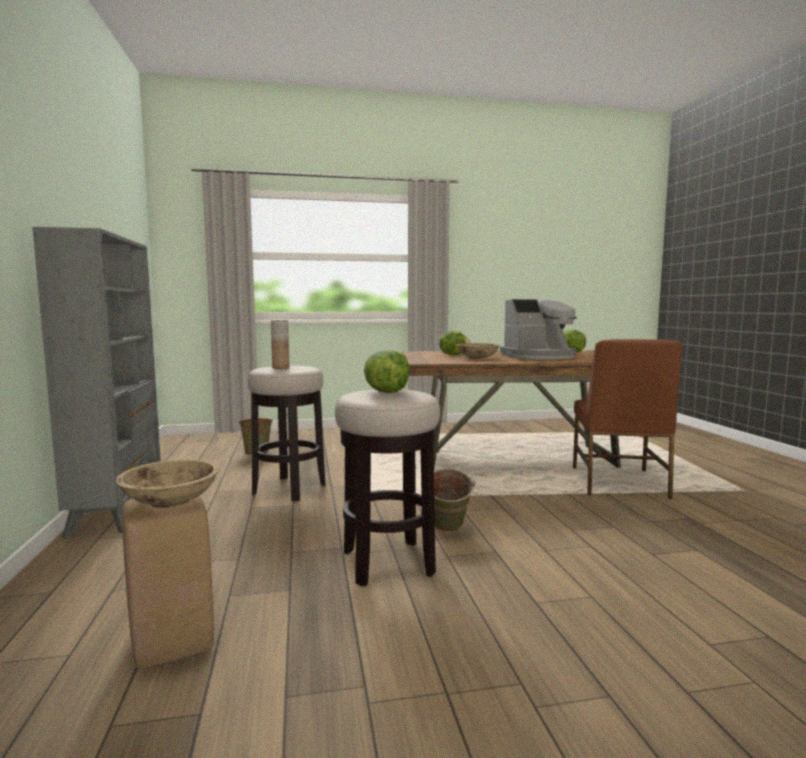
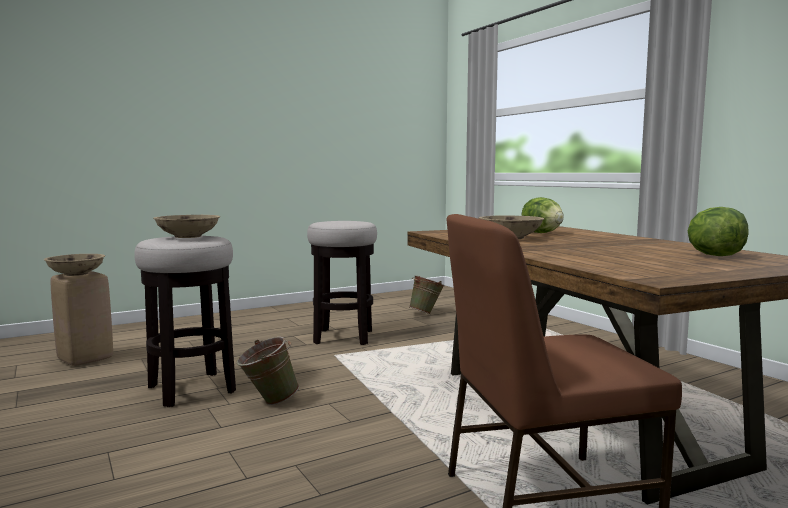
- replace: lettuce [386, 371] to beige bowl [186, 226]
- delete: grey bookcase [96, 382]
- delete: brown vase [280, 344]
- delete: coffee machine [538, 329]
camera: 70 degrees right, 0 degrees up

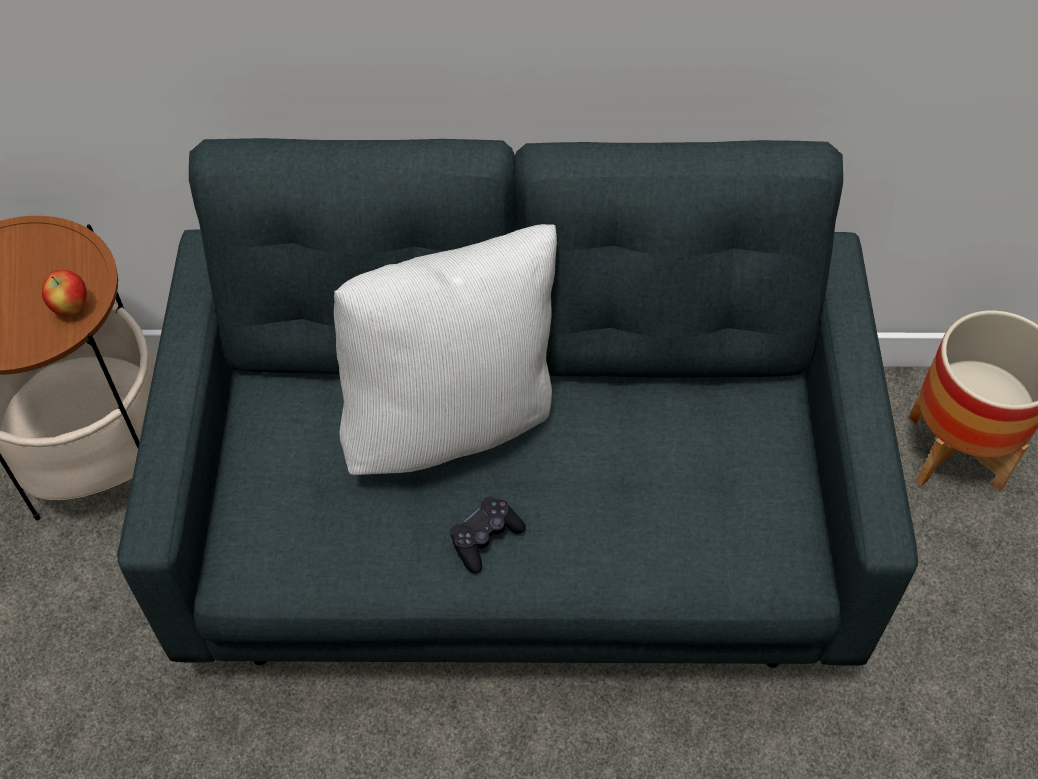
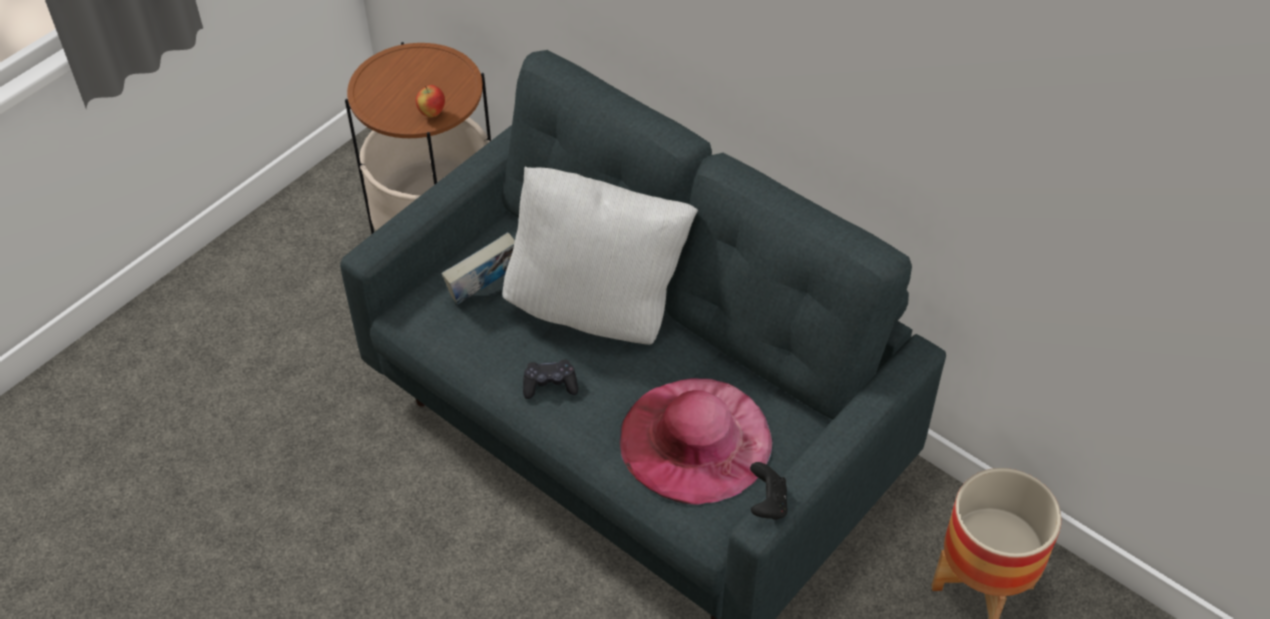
- insert: book [478, 268]
- insert: pink hat [696, 441]
- insert: black game controller [769, 491]
camera: 40 degrees right, 5 degrees down

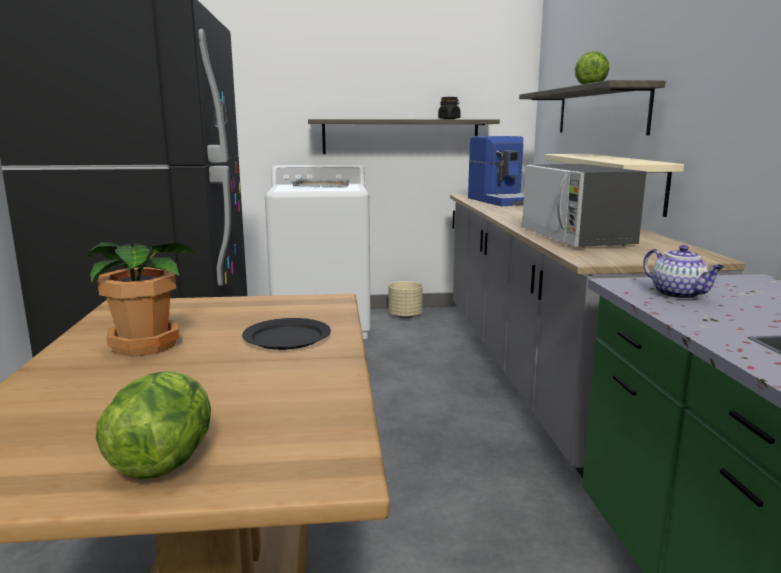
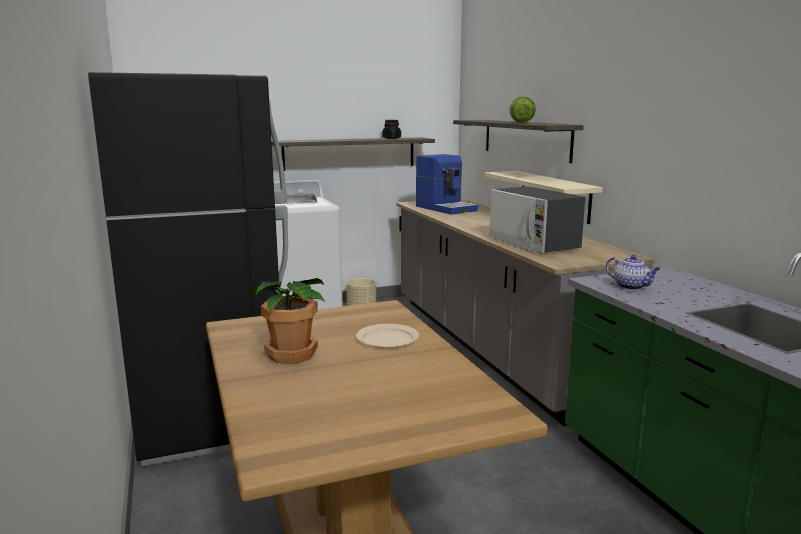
- recolor: black plate [286, 334] to beige plate [387, 336]
- delete: lettuce [153, 425]
camera: 15 degrees left, 0 degrees up

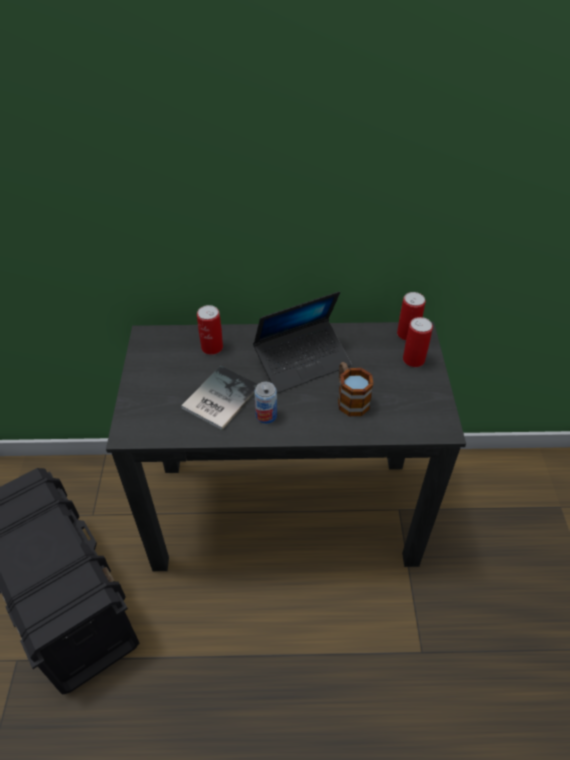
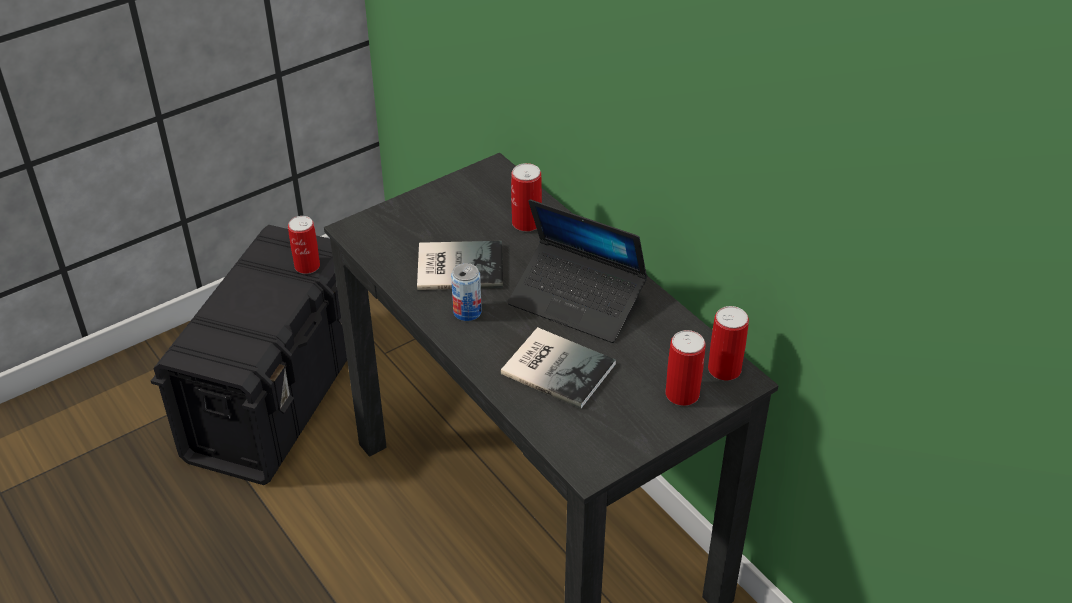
- insert: can [304, 245]
- replace: mug [356, 389] to book [558, 368]
camera: 55 degrees right, 5 degrees down

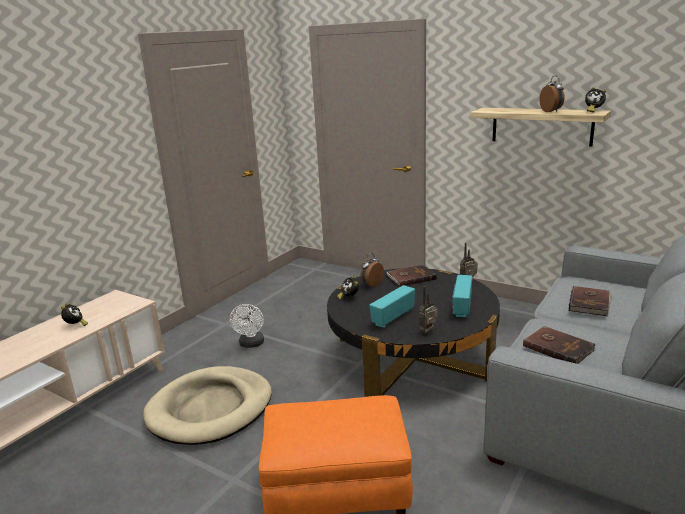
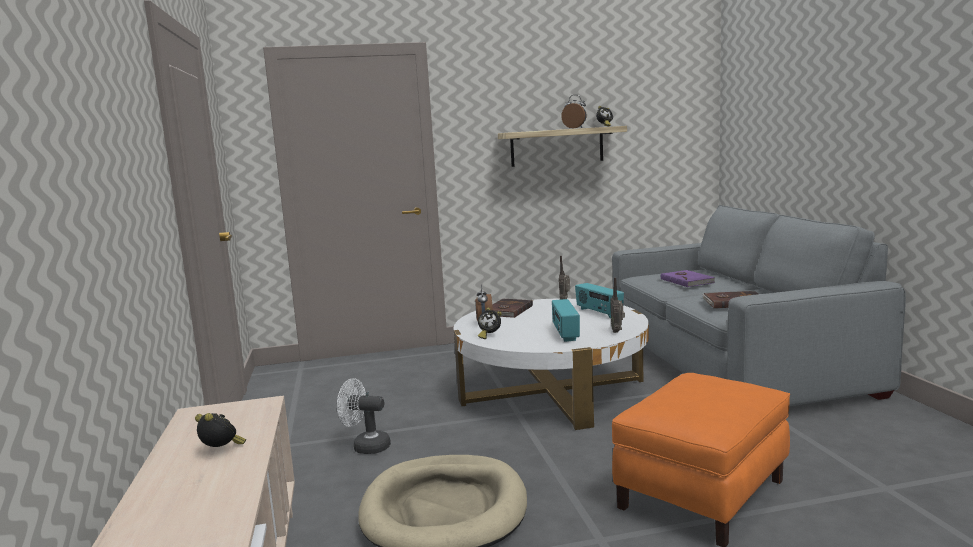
- rotate: white fan [247, 326] = [364, 416] 150 degrees clockwise
- recolor: black coffee table [413, 332] to white coffee table [551, 364]
- recolor: brown book [590, 301] to purple book [688, 278]
camera: 45 degrees left, 10 degrees down

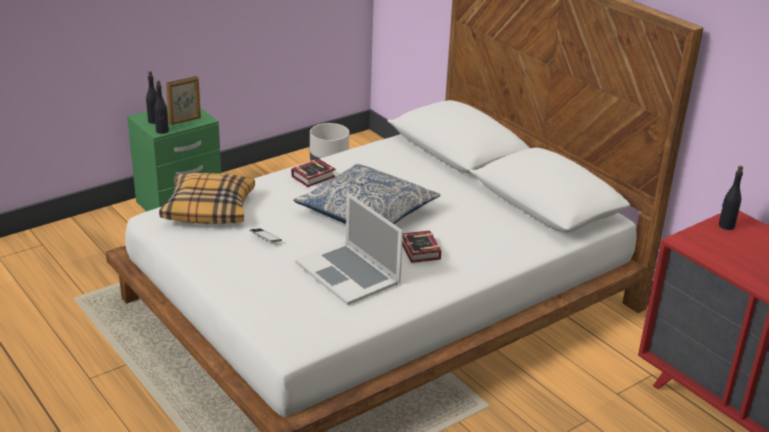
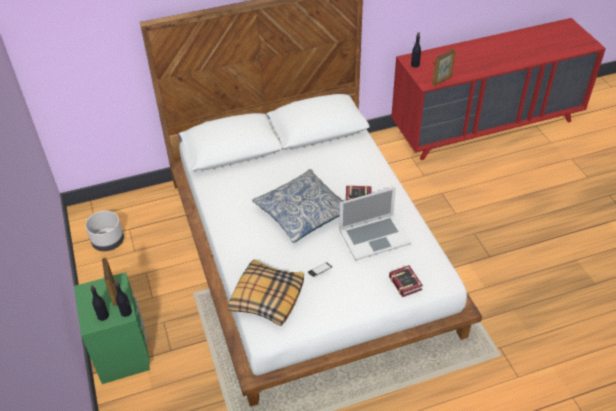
- move: book [313, 173] to [406, 281]
- insert: picture frame [444, 67]
camera: 70 degrees left, 15 degrees up

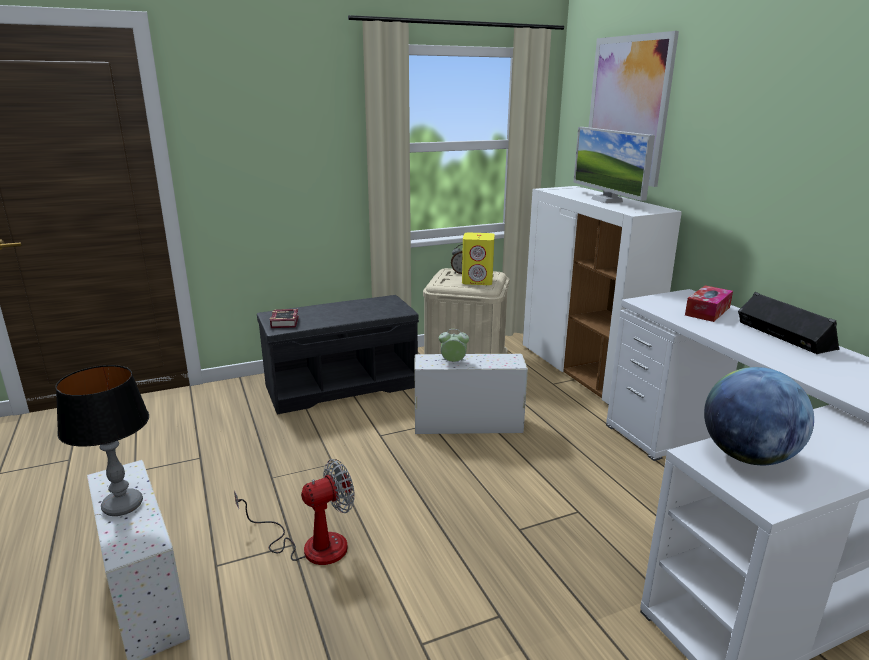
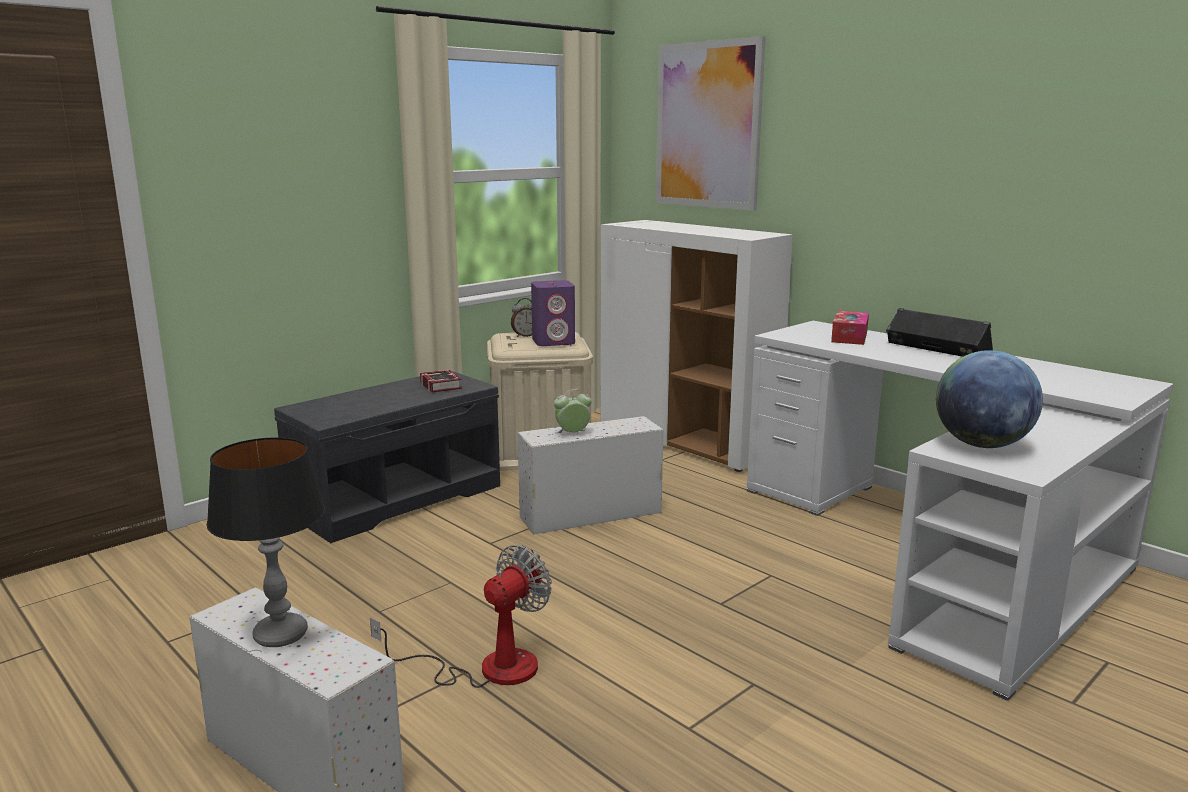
- move: book [284, 318] to [441, 381]
- recolor: yellow speaker [478, 259] to purple speaker [553, 313]
- delete: monitor [614, 165]
camera: 20 degrees left, 5 degrees down

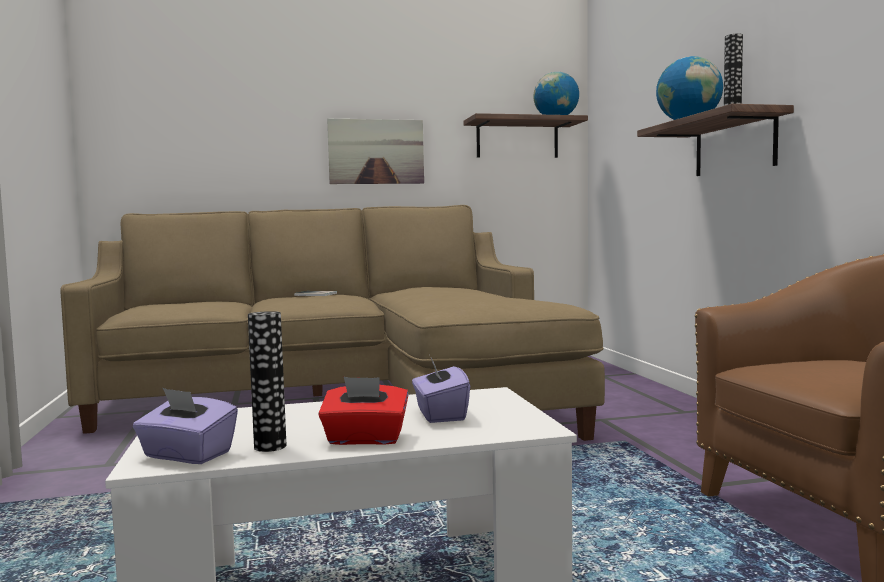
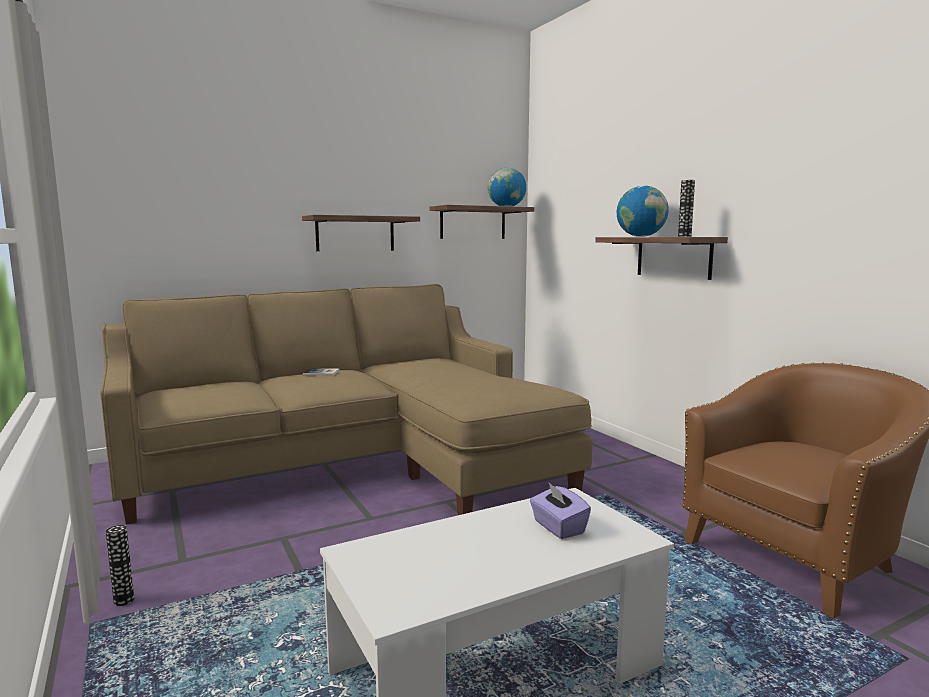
- move: vase [267, 381] to [120, 565]
- replace: picture [375, 151] to shelf [361, 233]
- delete: purple tissue box [185, 426]
- delete: red tissue box [363, 411]
camera: 15 degrees left, 5 degrees up

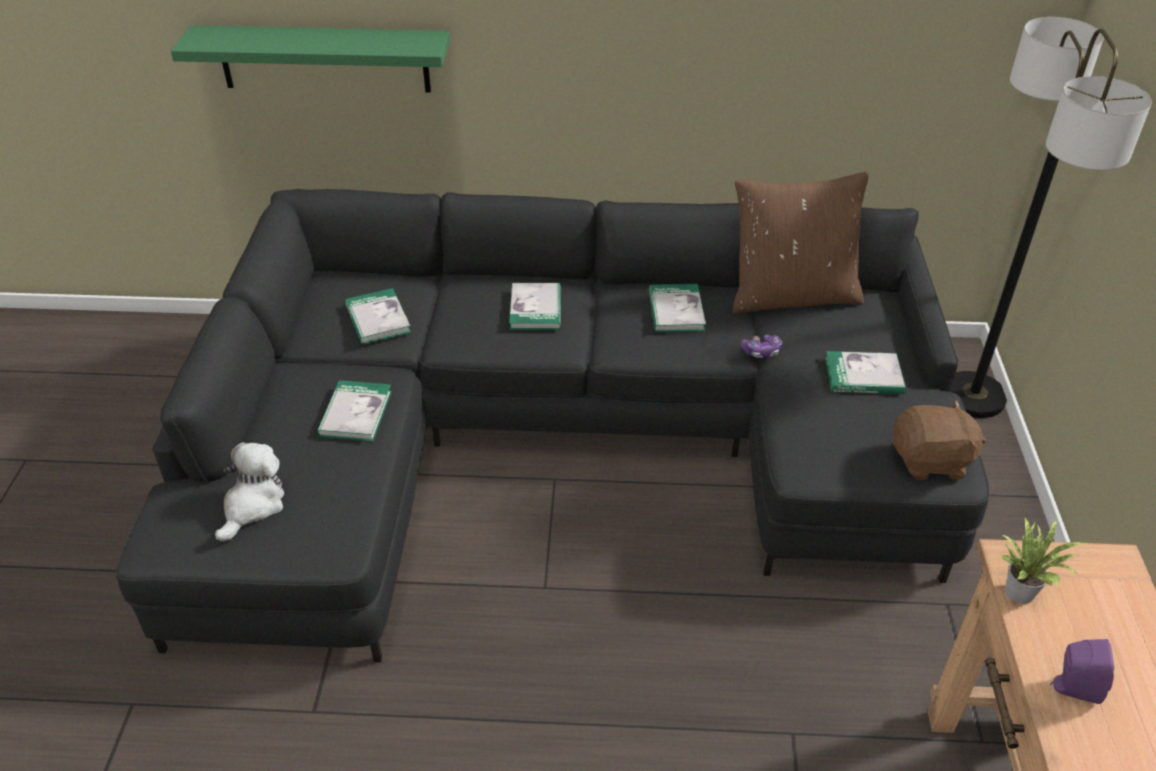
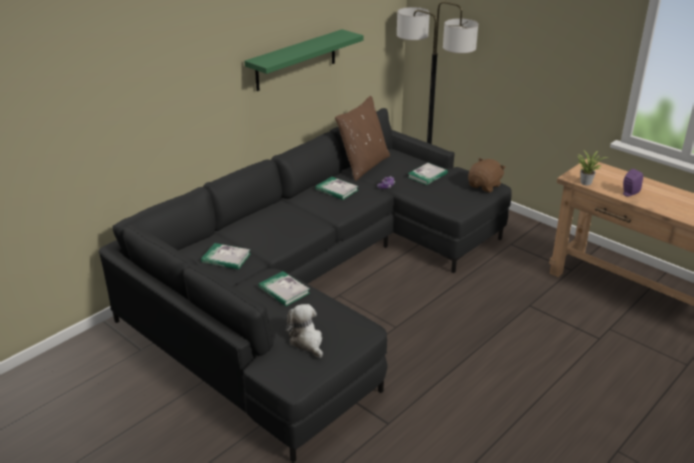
- move: green shelf [310, 59] to [304, 60]
- delete: book [535, 306]
camera: 50 degrees left, 10 degrees down

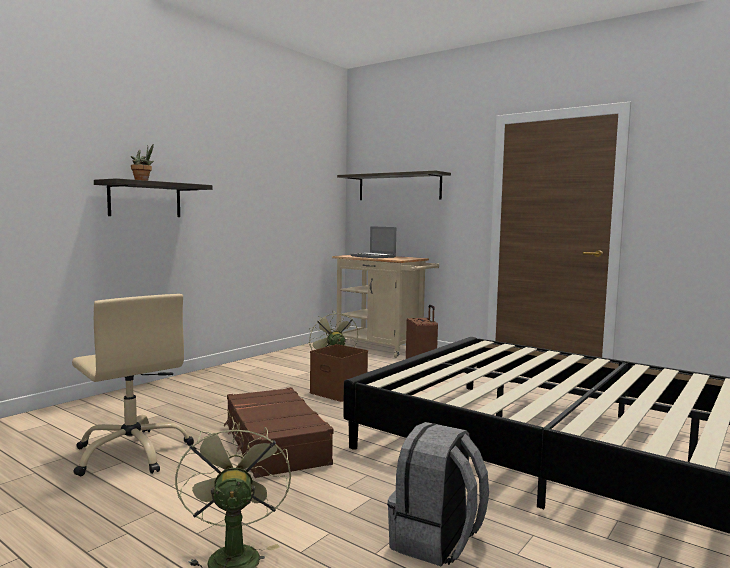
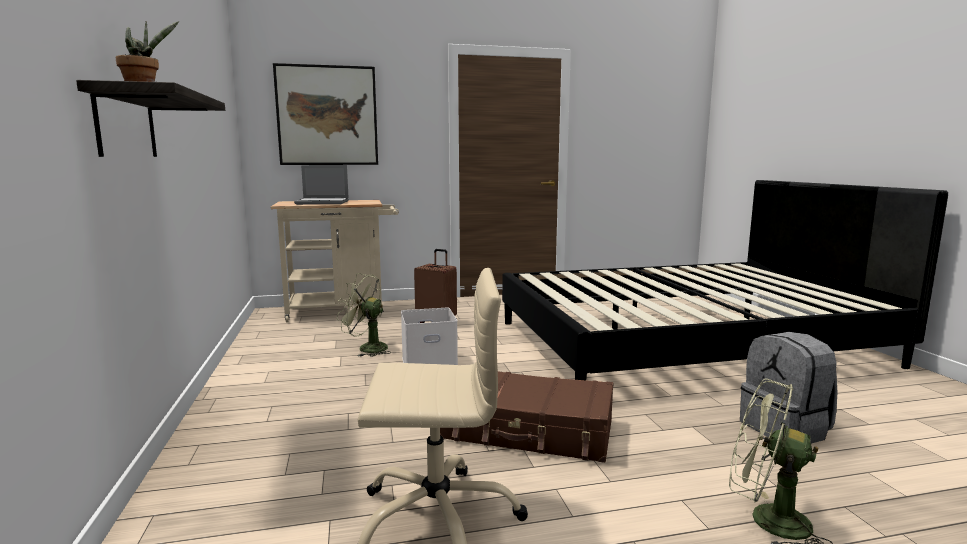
- replace: shelf [394, 185] to picture [325, 114]
- recolor: brown storage box [339, 373] to white storage box [429, 336]
camera: 50 degrees left, 5 degrees up

